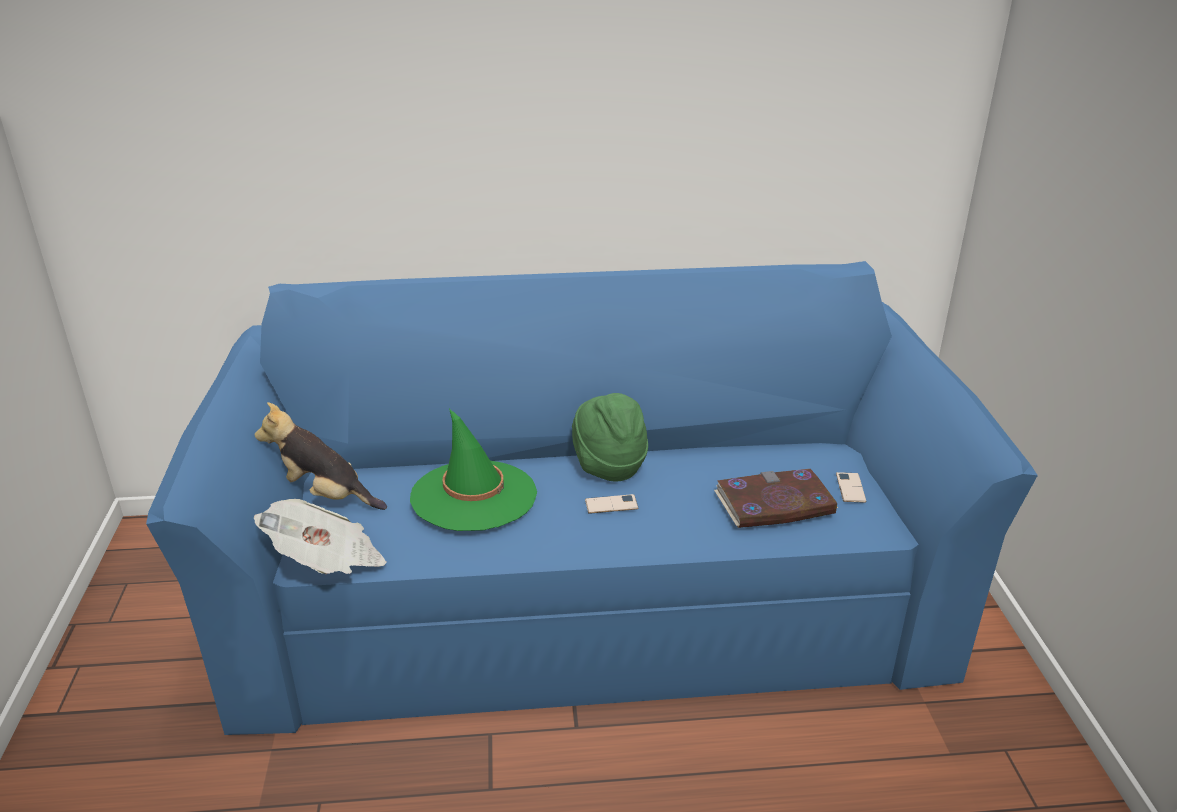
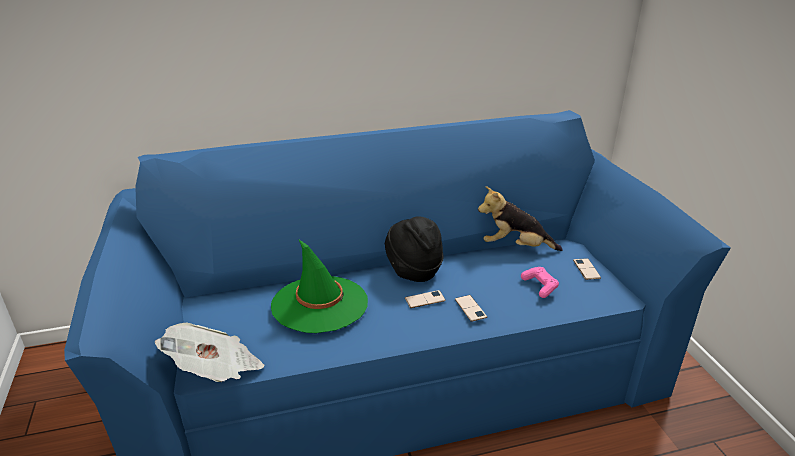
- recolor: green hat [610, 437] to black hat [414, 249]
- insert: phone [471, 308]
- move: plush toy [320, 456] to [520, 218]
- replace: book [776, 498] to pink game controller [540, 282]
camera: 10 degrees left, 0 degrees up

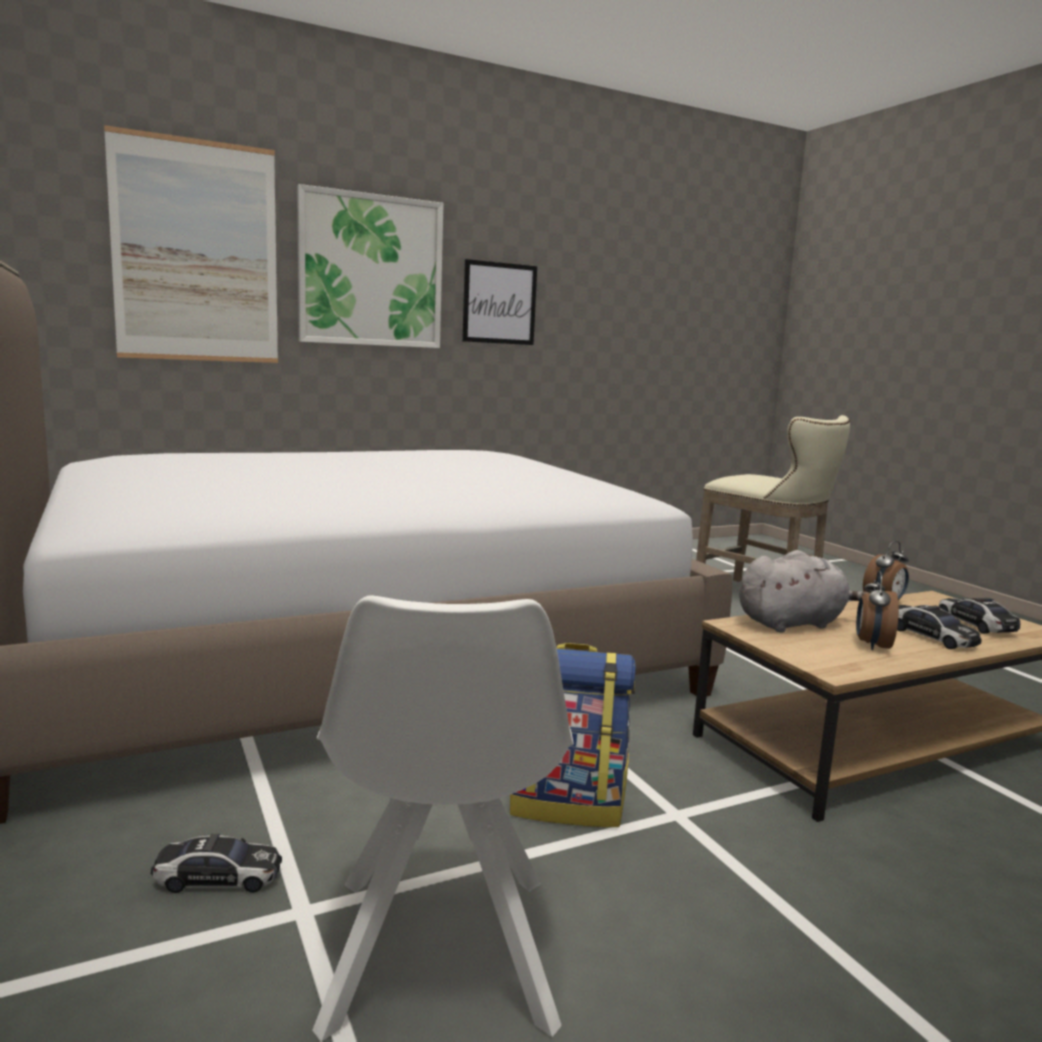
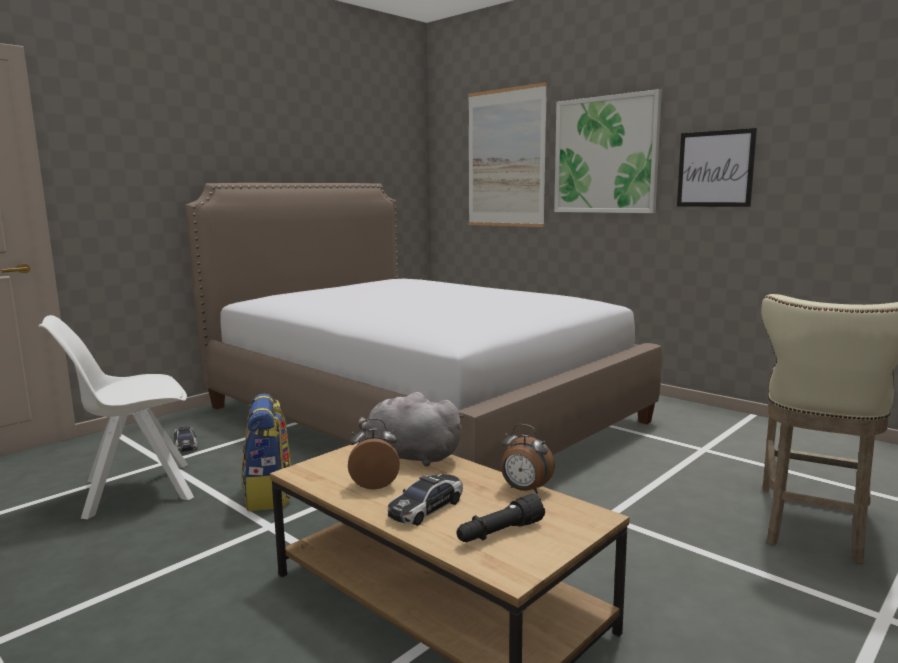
- rotate: grey plush toy [804, 591] = [411, 429] 150 degrees clockwise
- replace: toy car [979, 616] to black flashlight [500, 518]
camera: 70 degrees right, 0 degrees up

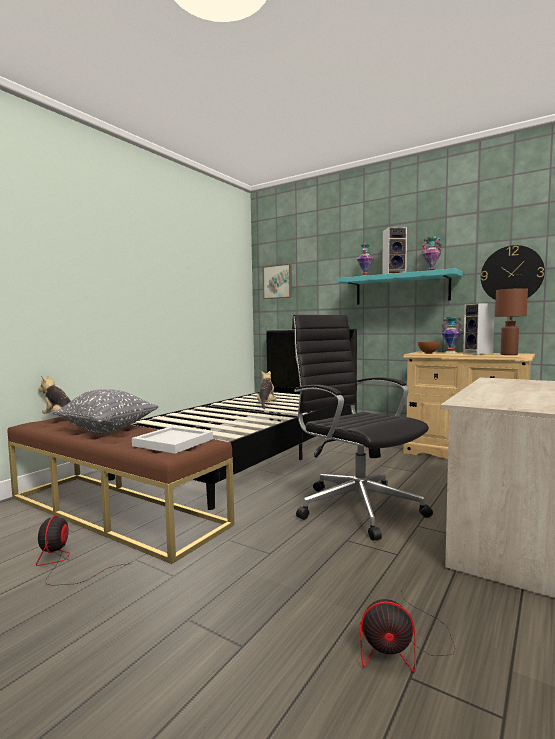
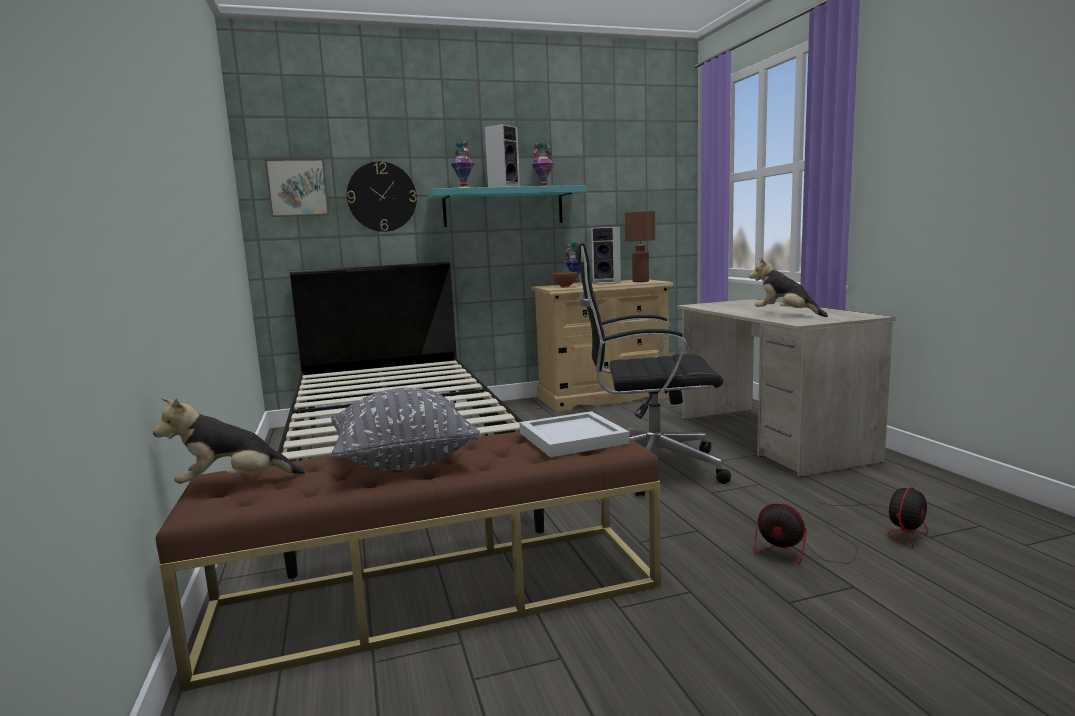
- move: wall clock [513, 272] to [382, 196]
- move: plush toy [267, 390] to [788, 287]
- move: fan [80, 551] to [806, 533]
camera: 50 degrees left, 5 degrees up

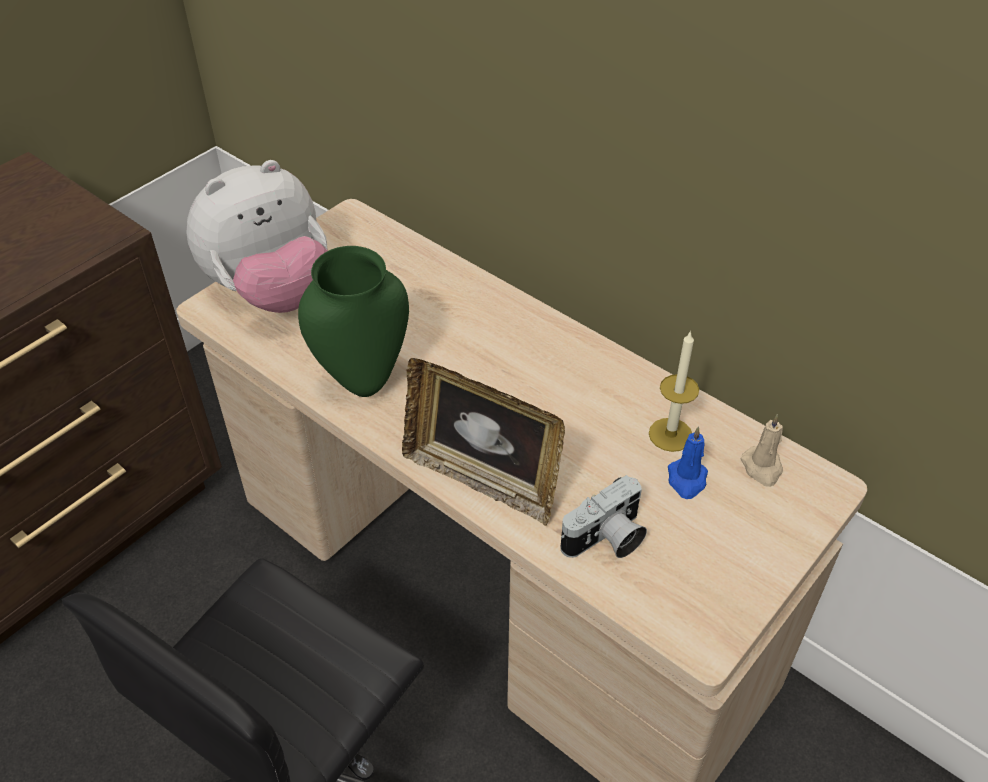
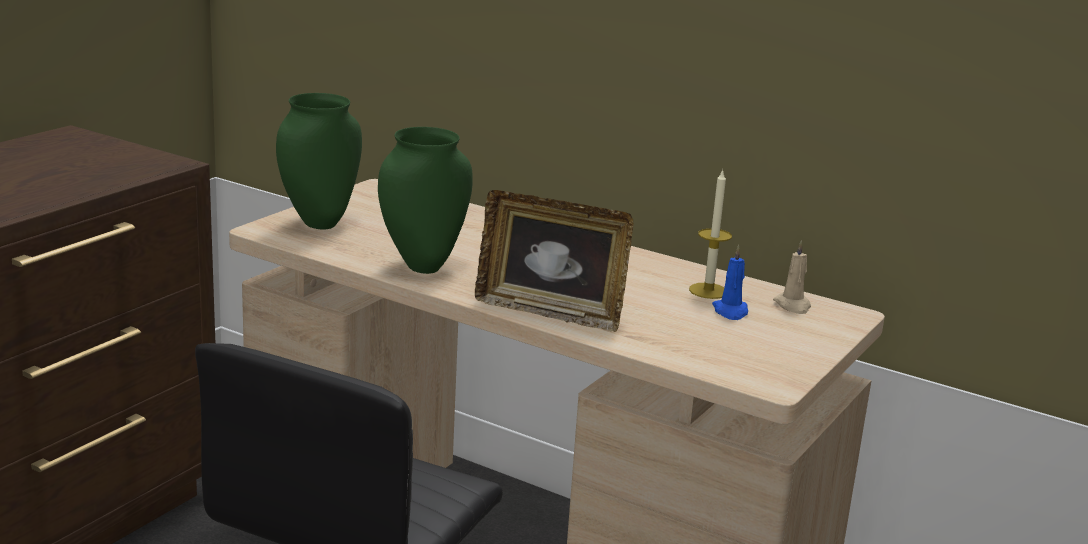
- replace: plush toy [257, 236] to green vase [319, 161]
- delete: photo camera [603, 516]
camera: 10 degrees left, 25 degrees down

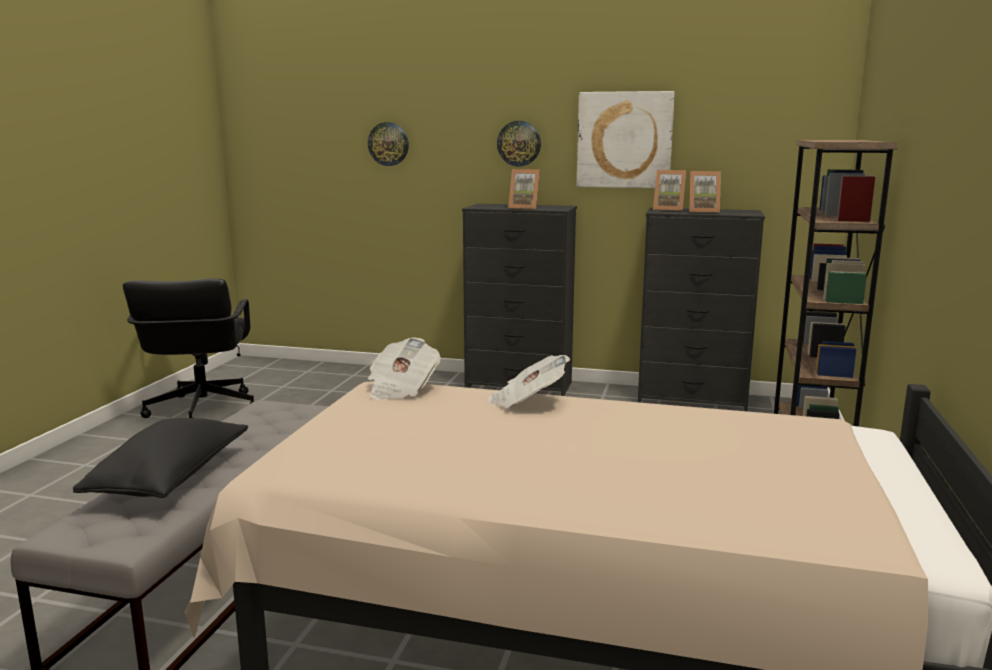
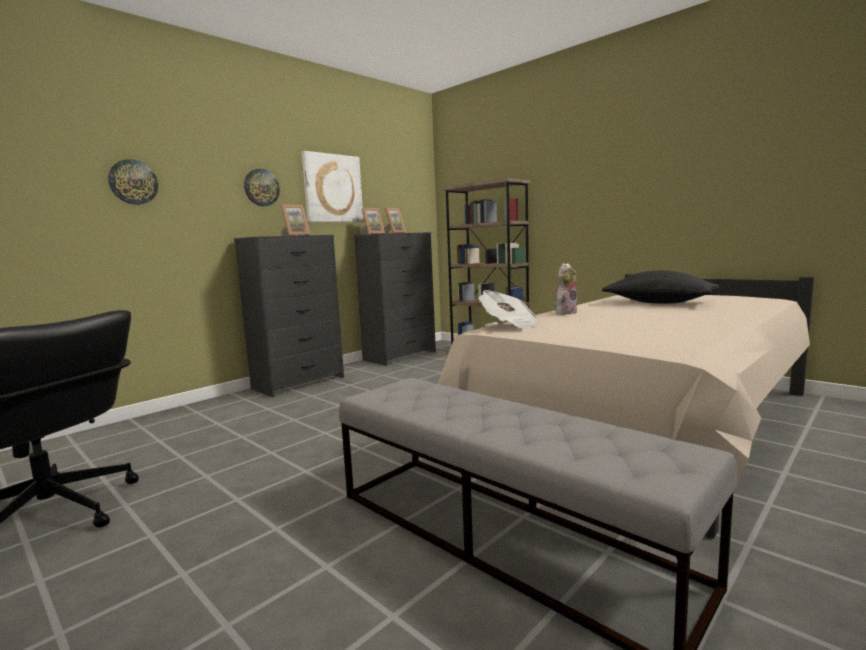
- replace: newspaper [528, 382] to plush toy [566, 289]
- move: black pillow [160, 458] to [660, 287]
camera: 60 degrees left, 5 degrees down

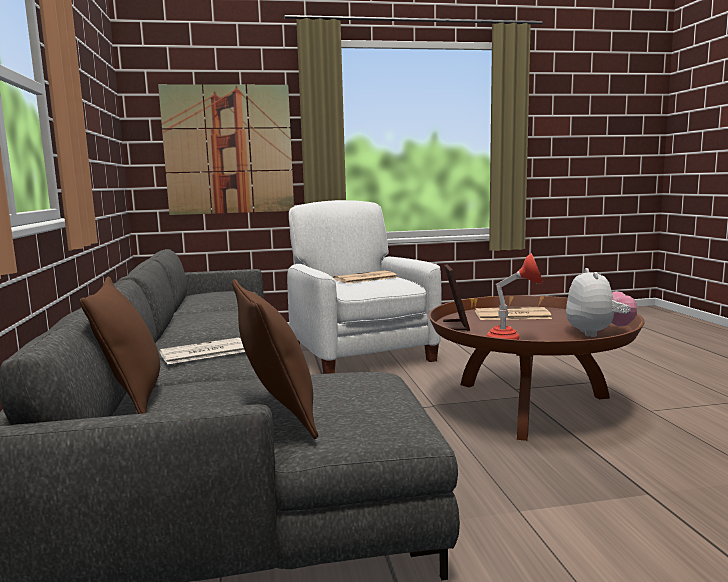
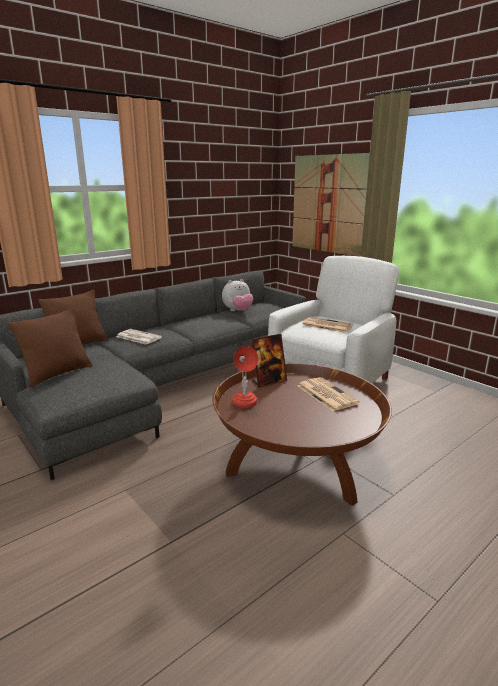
- move: plush toy [601, 302] to [237, 295]
camera: 60 degrees right, 10 degrees up

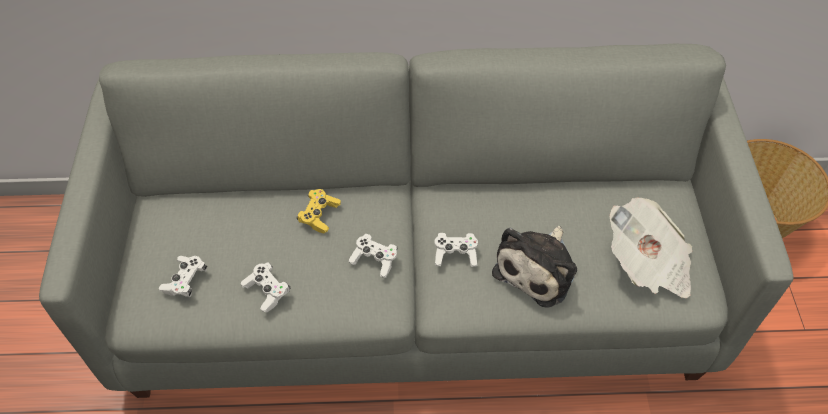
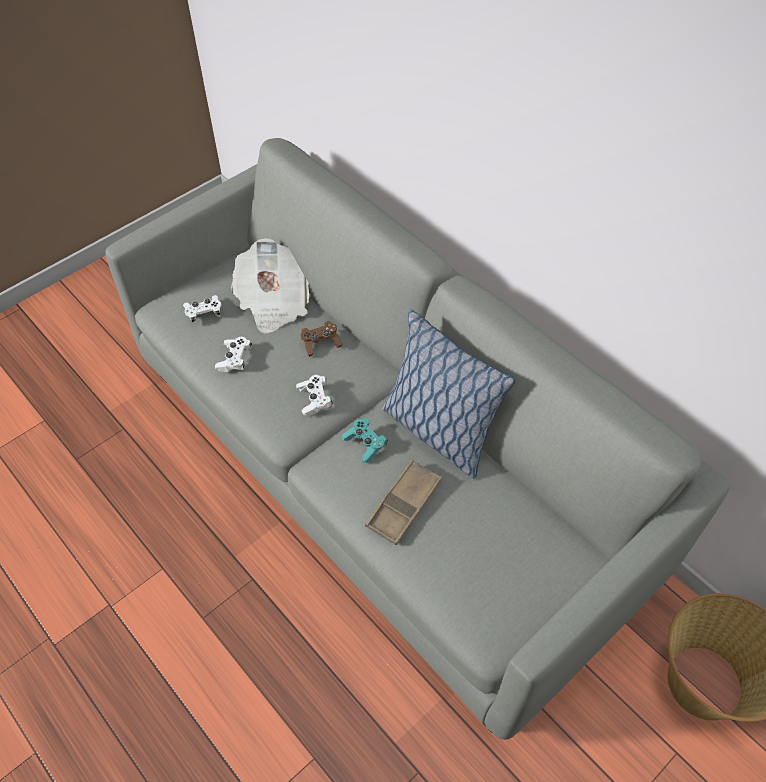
- move: newspaper [651, 248] to [270, 286]
- recolor: yellow game controller [319, 211] to brown game controller [322, 339]
- recolor: white game controller [456, 250] to turquoise game controller [364, 440]
- replace: plush toy [534, 267] to brown tray [403, 502]
- insert: pillow [449, 394]
camera: 50 degrees right, 0 degrees up

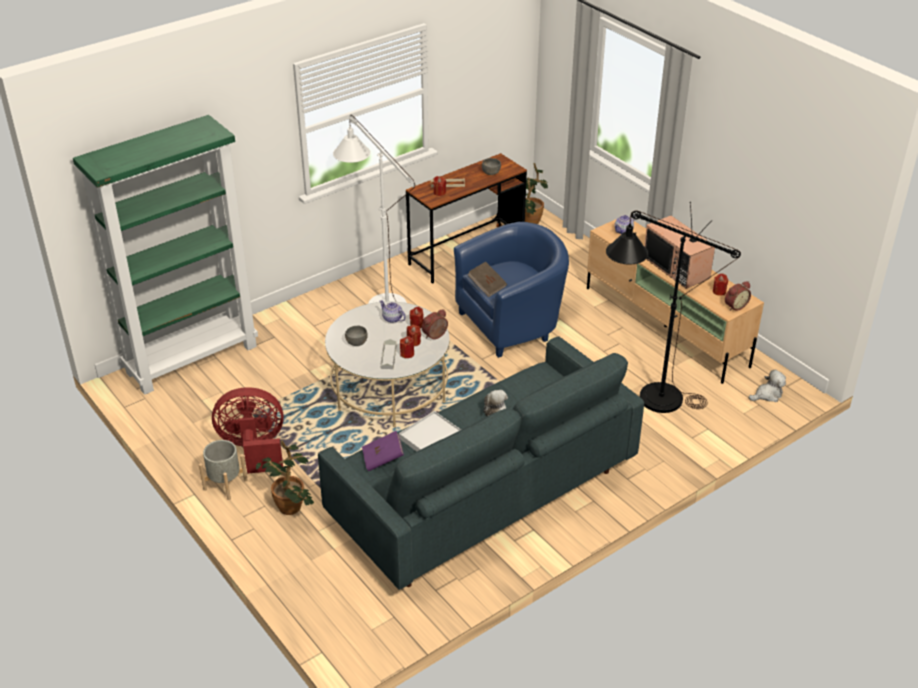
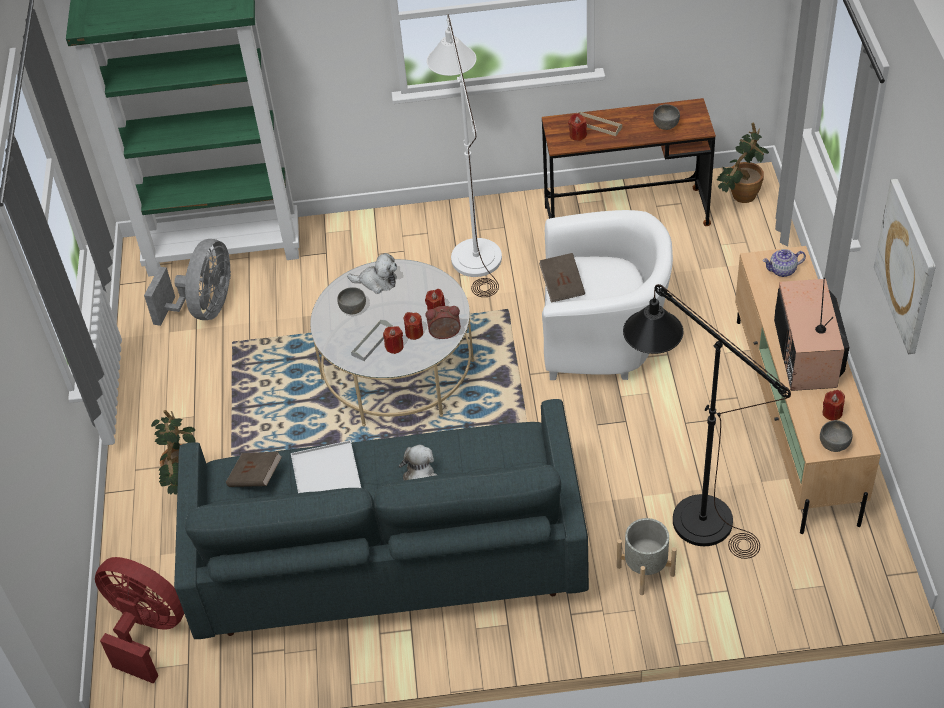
- move: red fan [248, 430] to [139, 620]
- insert: grey fan [187, 282]
- recolor: purple book [383, 451] to brown book [254, 469]
- move: plush toy [767, 386] to [372, 273]
- recolor: blue armchair [511, 290] to white armchair [607, 295]
- move: grey planter [223, 470] to [647, 556]
- replace: alarm clock [738, 296] to grey bowl [836, 436]
- insert: picture [905, 266]
- delete: teapot [393, 311]
camera: 35 degrees right, 10 degrees up

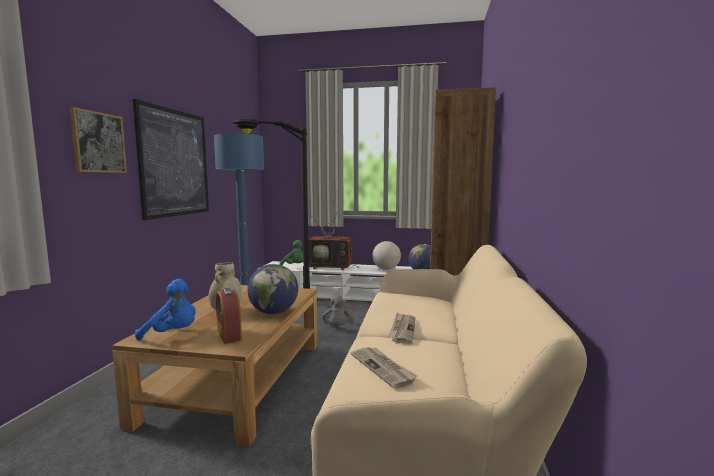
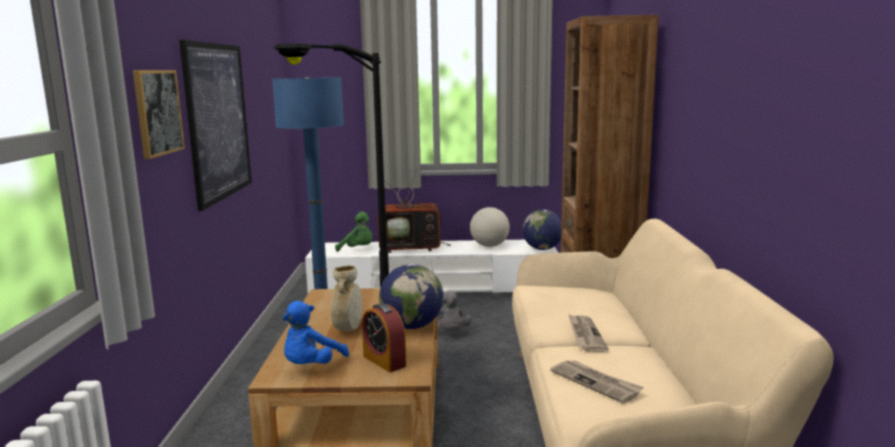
- rotate: blue plush toy [165, 309] = [316, 332] 120 degrees clockwise
camera: 10 degrees left, 5 degrees up

